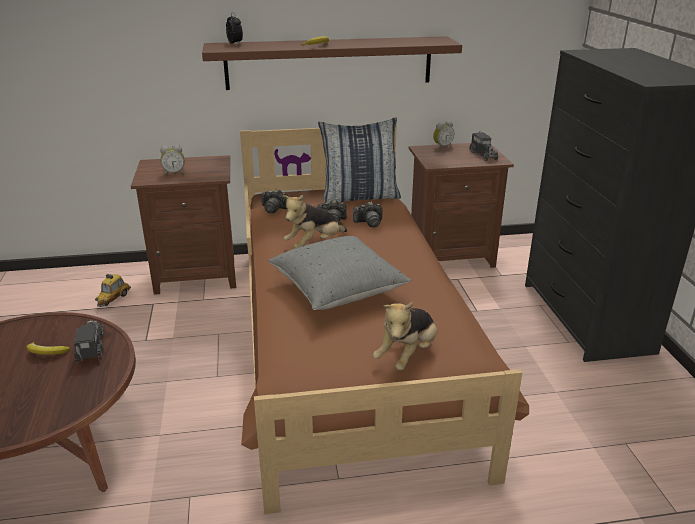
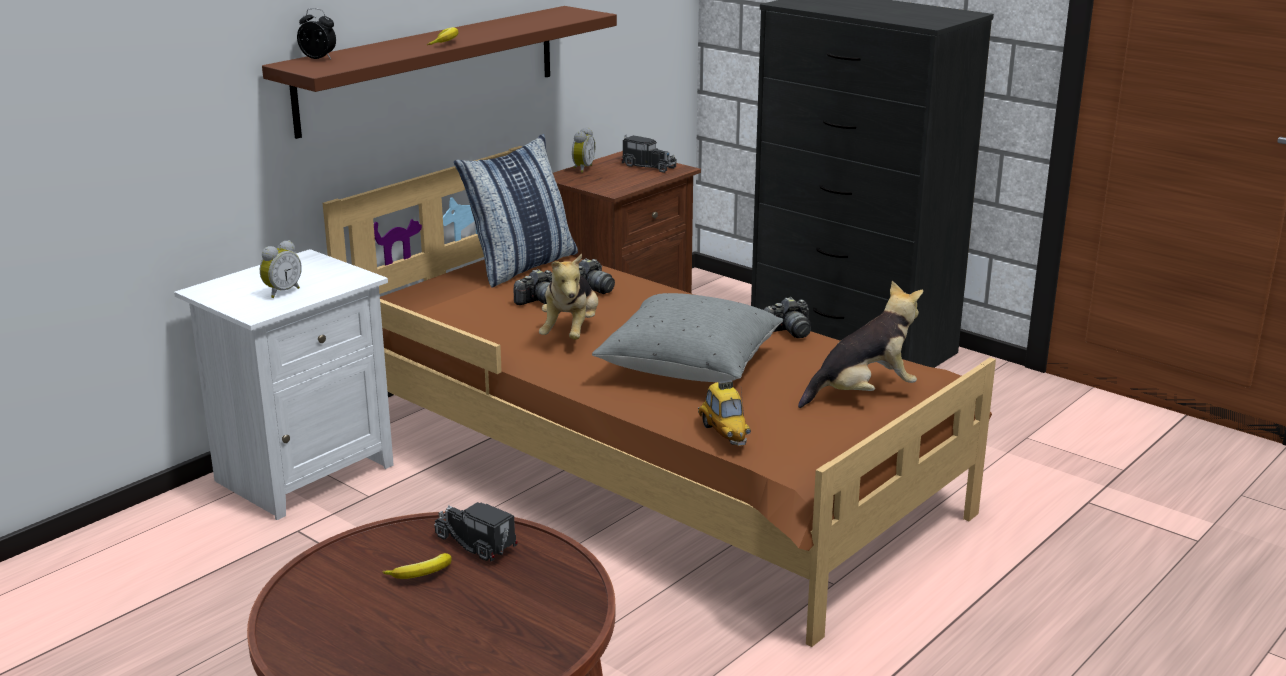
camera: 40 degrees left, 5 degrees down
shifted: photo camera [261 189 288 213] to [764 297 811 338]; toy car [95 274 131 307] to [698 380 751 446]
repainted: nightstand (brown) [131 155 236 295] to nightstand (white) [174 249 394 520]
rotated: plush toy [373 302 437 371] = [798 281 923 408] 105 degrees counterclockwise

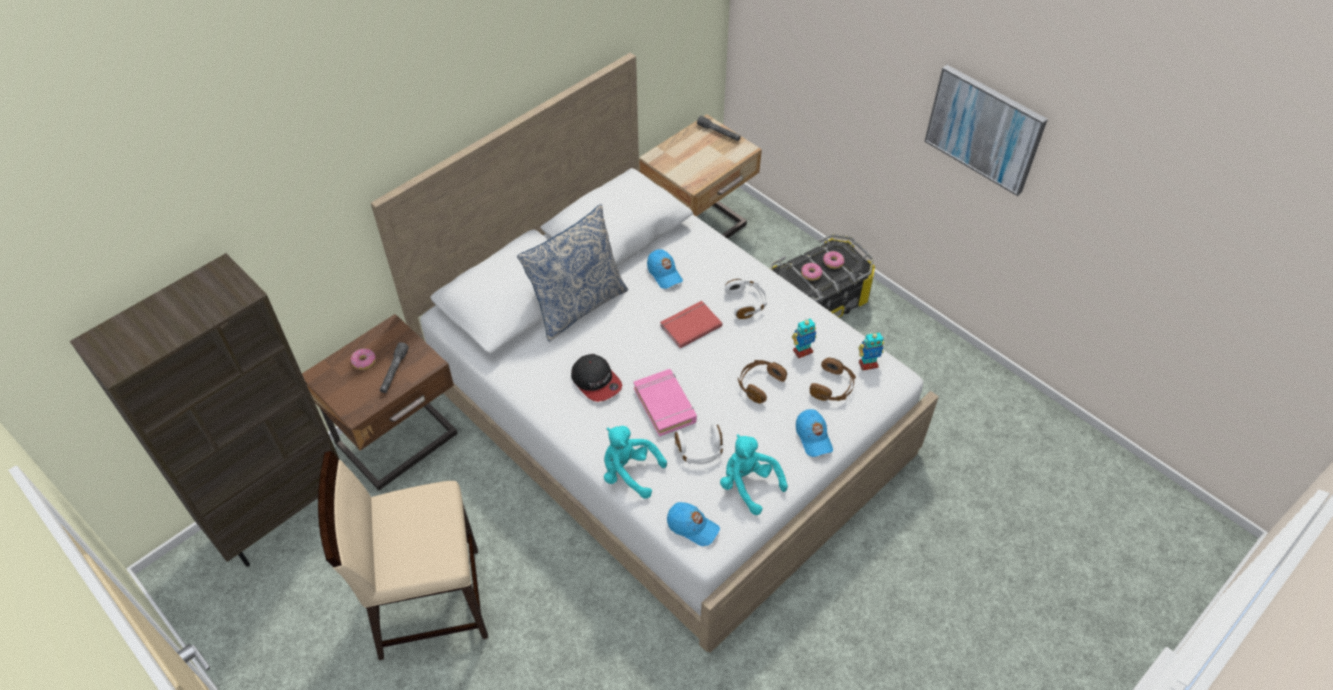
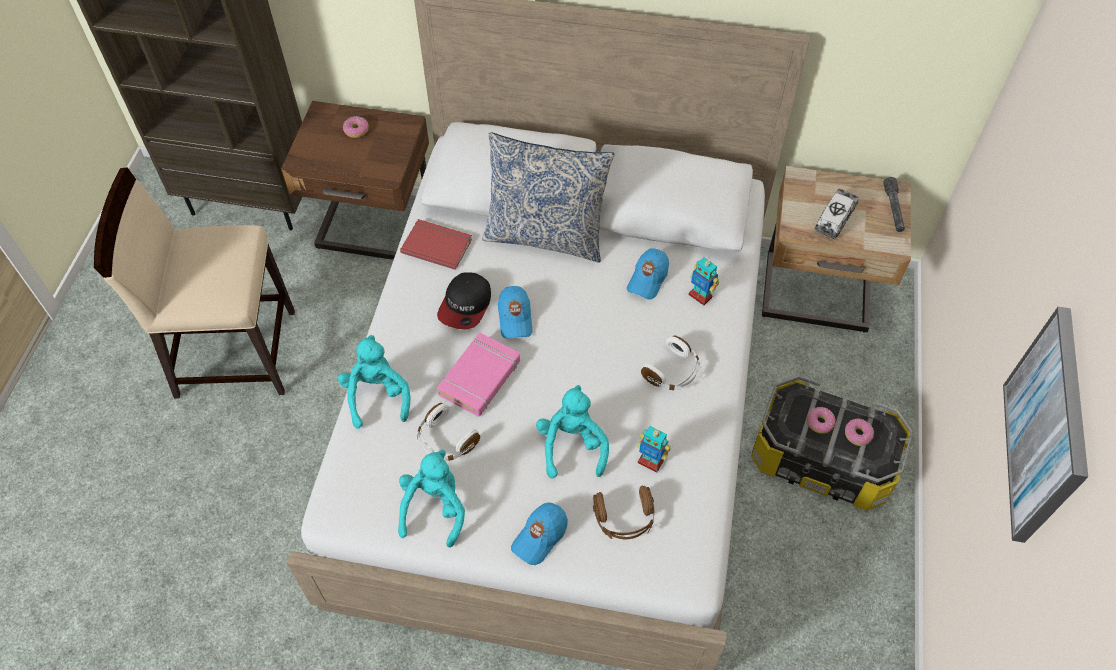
camera: 55 degrees right, 5 degrees up
gone: flashlight (grey) [380 342 409 393]
new: toy truck [814 189 859 239]
shifted: book (red) [660 301 723 348] to [400 219 472 270]; toy robot [858 331 884 371] to [689 257 719 305]; cap (blue) [667 502 720 546] to [498 286 532 339]
swapped: headphones (brown) [738 360 787 404] to plush toy (turquoise) [536 385 609 479]
rotated: chair (beige) [318 451 488 660] = [94 167 295 399] 45 degrees counterclockwise

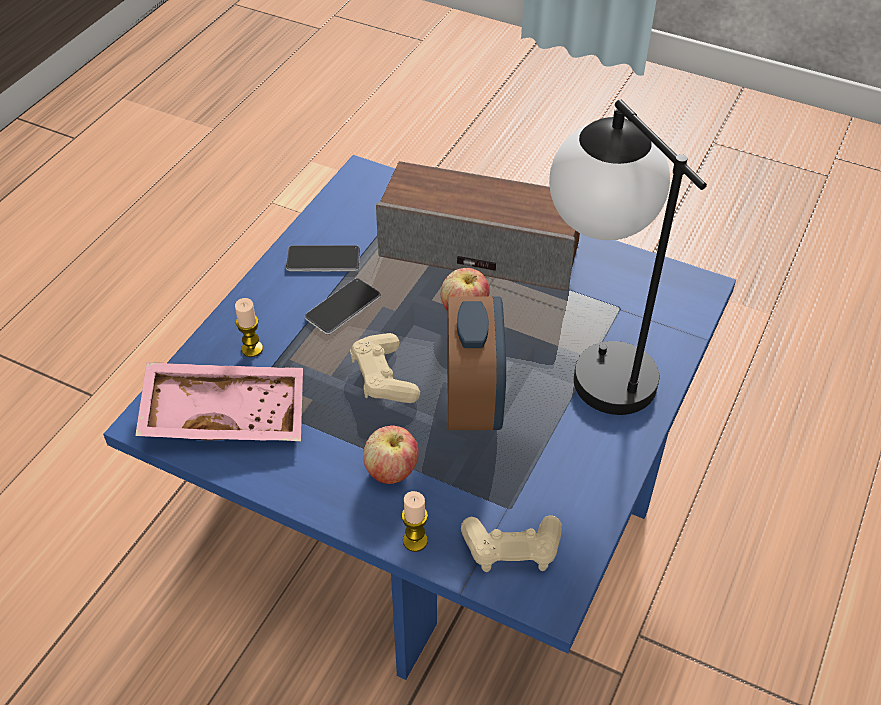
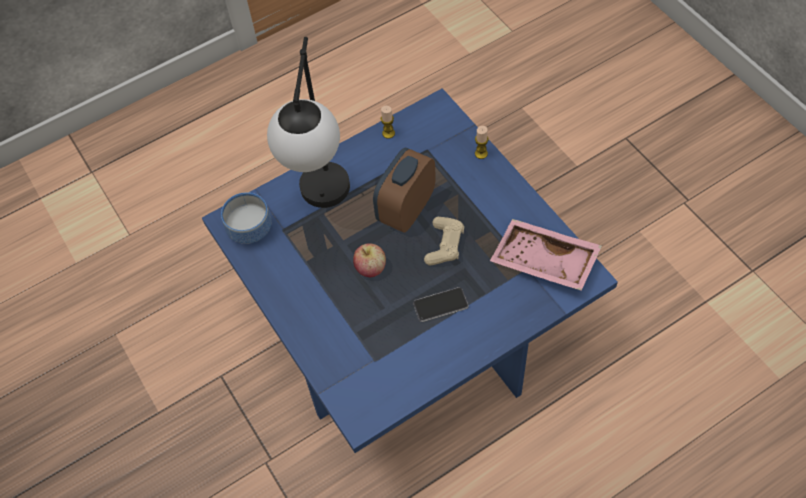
camera: 145 degrees left, 10 degrees up
gone: speaker [376 161 580 291]; phone [286 245 360 271]; apple [363 425 419 484]; game controller (beige) [461 515 562 572]
new: bowl [221 192 271 244]
shifted: candle [235 298 263 357] to [381 106 395 139]

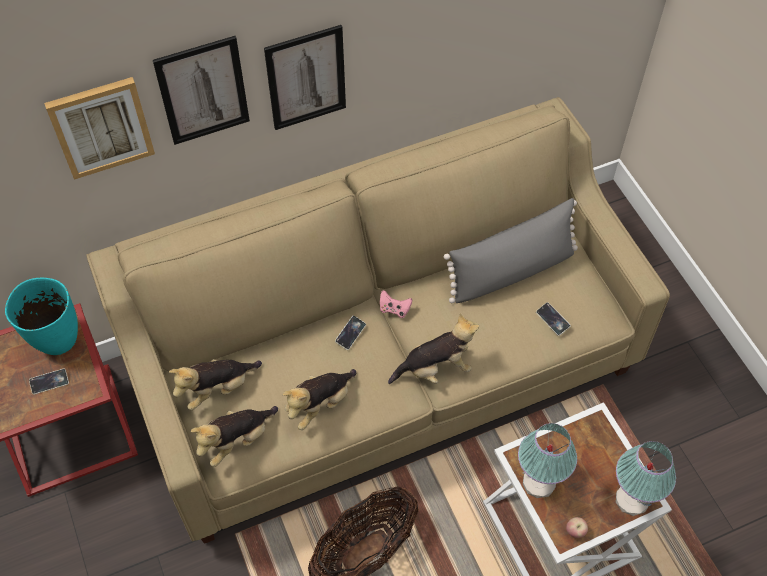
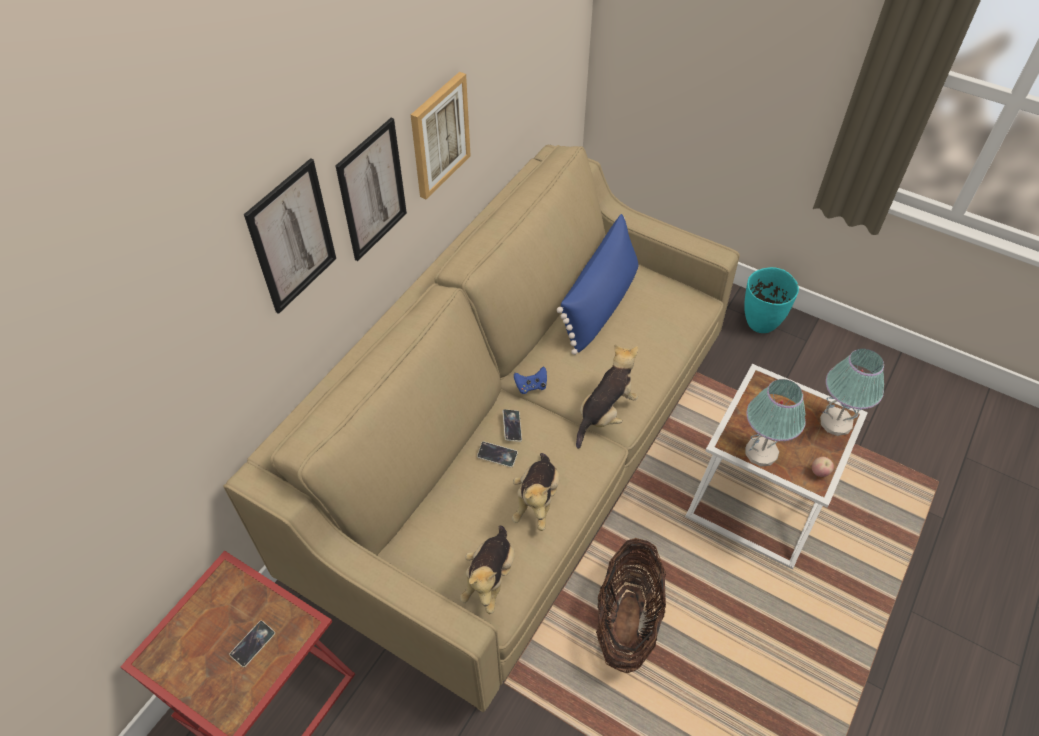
camera: 35 degrees left, 5 degrees down
gone: plush toy [169 359 262 410]
shifted: picture [44 77 155 180] to [411 72 471 199]; vase (turquoise) [5 278 78 355] to [744 267 799 333]; phone [536 302 571 336] to [477 441 518 467]
repainted: pillow (grey) [444 198 578 303] to pillow (blue) [557 214 638 355]; game controller (pink) [380 290 412 318] to game controller (blue) [514 367 547 394]

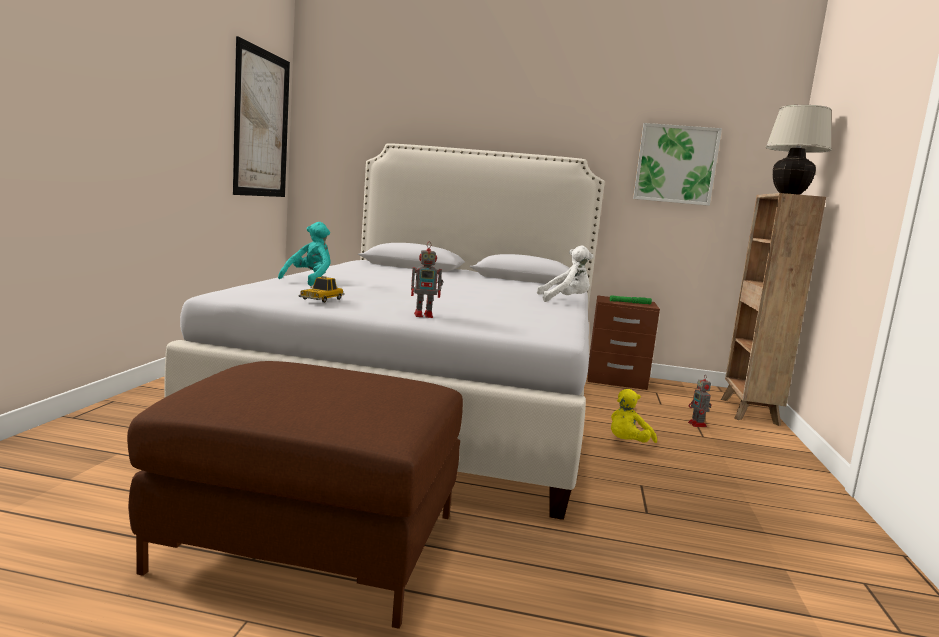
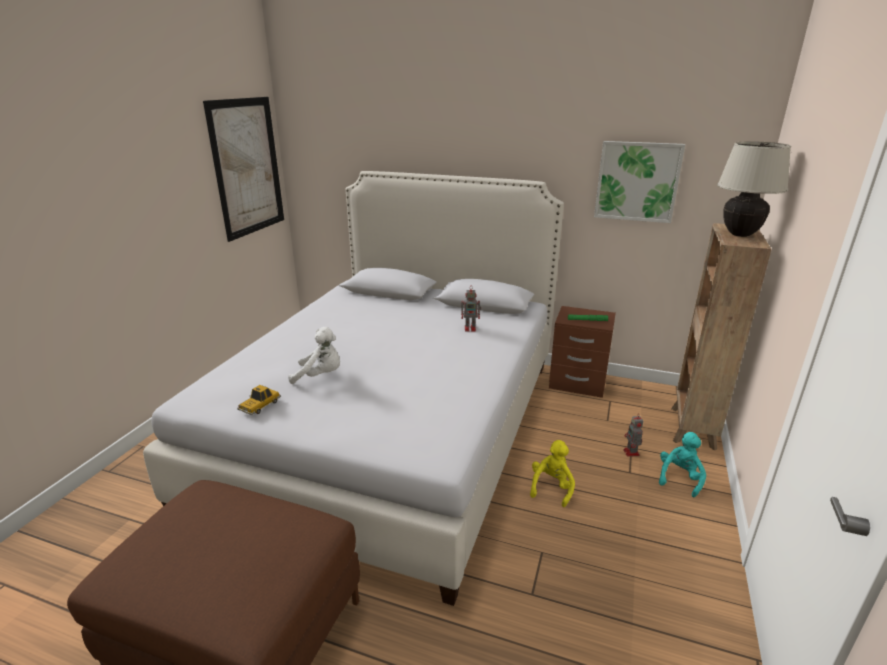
camera: 10 degrees right, 15 degrees up
shifted: plush toy (turquoise) [278 222 331 286] to [659 432 706 497]; toy robot [411 242 443 318] to [461 287 481 331]; plush toy (white) [537 246 594 302] to [288 327 340 384]
rotated: plush toy (yellow) [611 389 657 443] = [530 440 575 507] 150 degrees clockwise

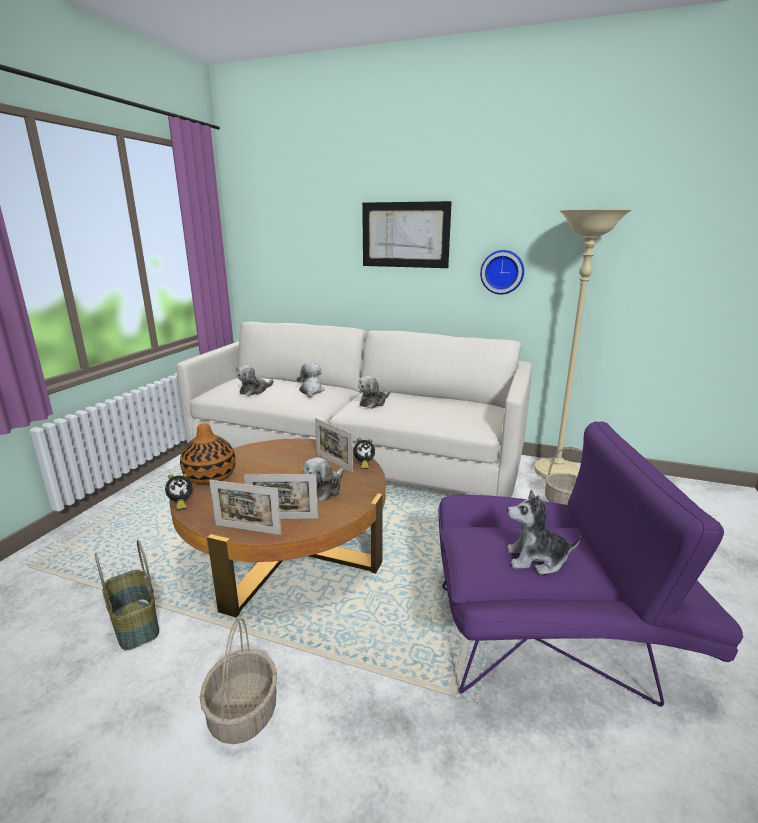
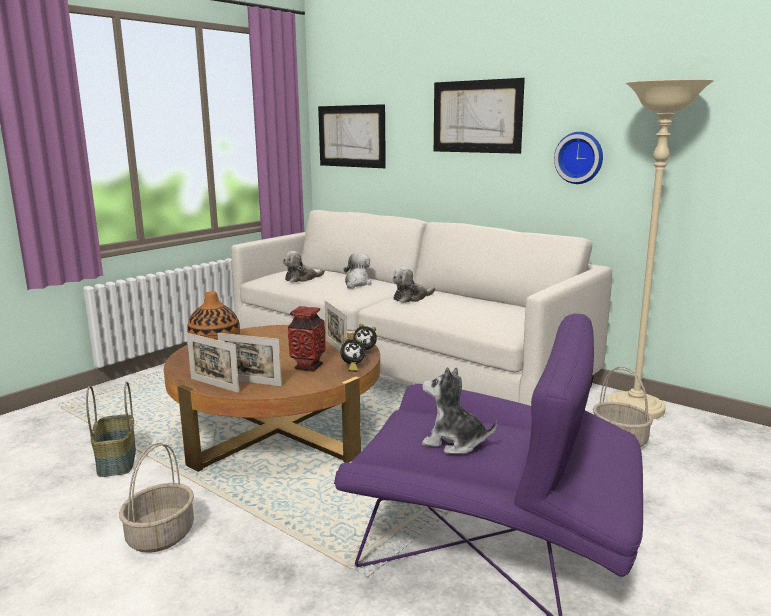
camera: 20 degrees right, 5 degrees down
new: picture [318 104 386 168]
shifted: alarm clock [165 474 192 510] to [340 337 365 372]
swapped: plush toy [304 457 344 502] to vase [288 306 326 372]

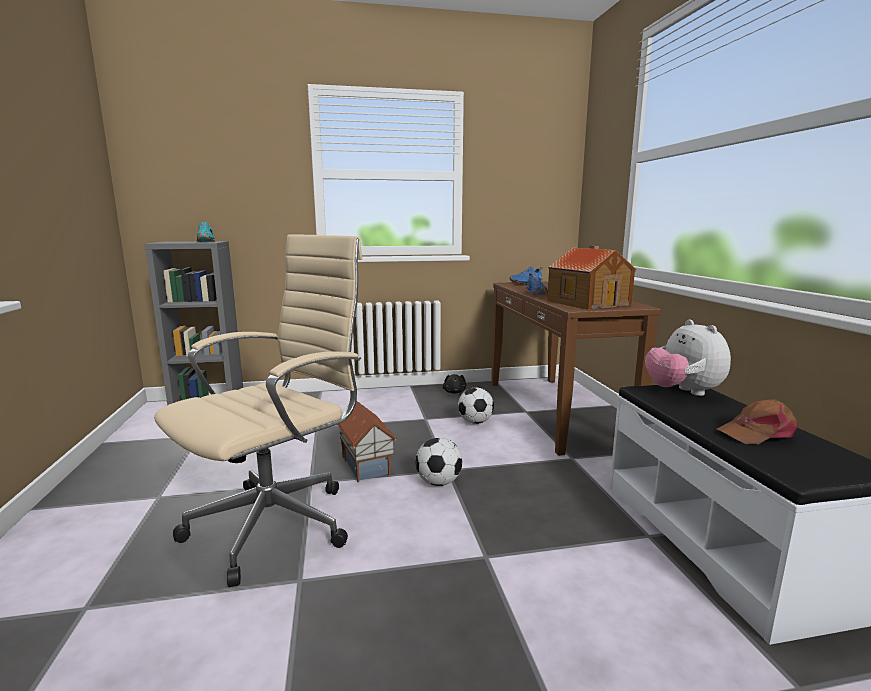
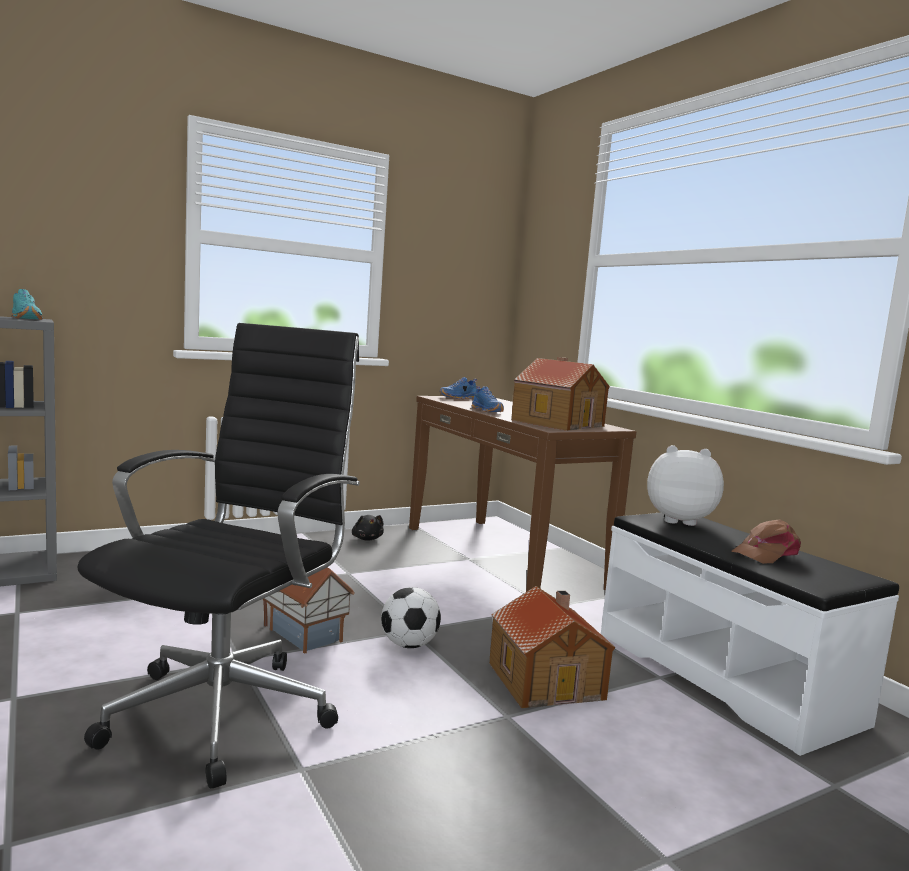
camera: 20 degrees left, 5 degrees down
gone: football [458 388 494 424]
new: toy house [489 586 616 708]
repainted: office chair (beige) [154 234 362 587] to office chair (black) [77 323 360 789]
rotated: plush toy [645 320 731 396] = [647 445 724 526] 135 degrees clockwise

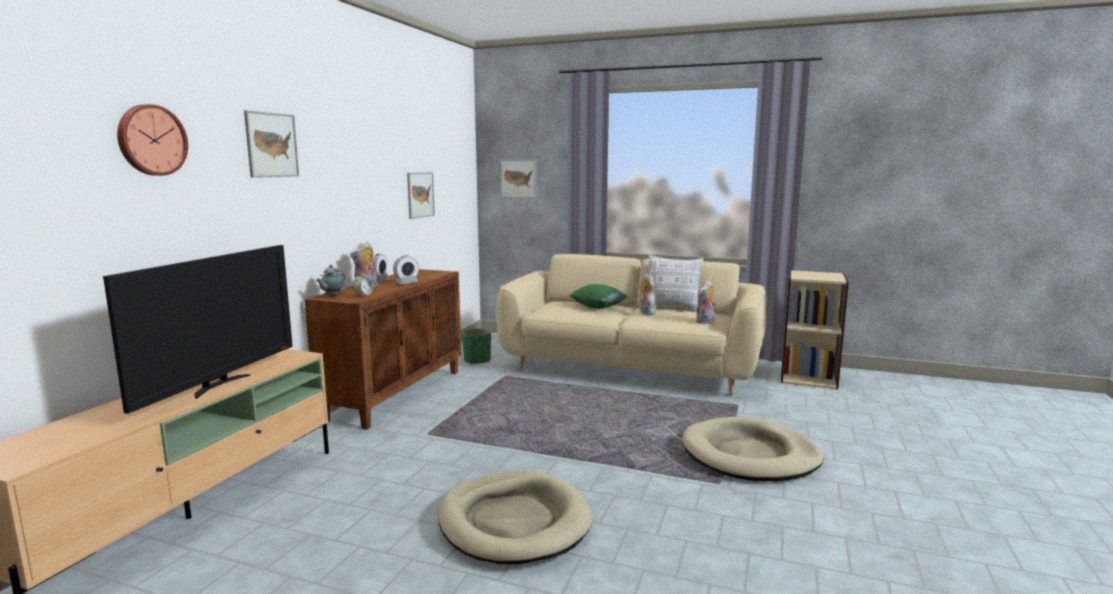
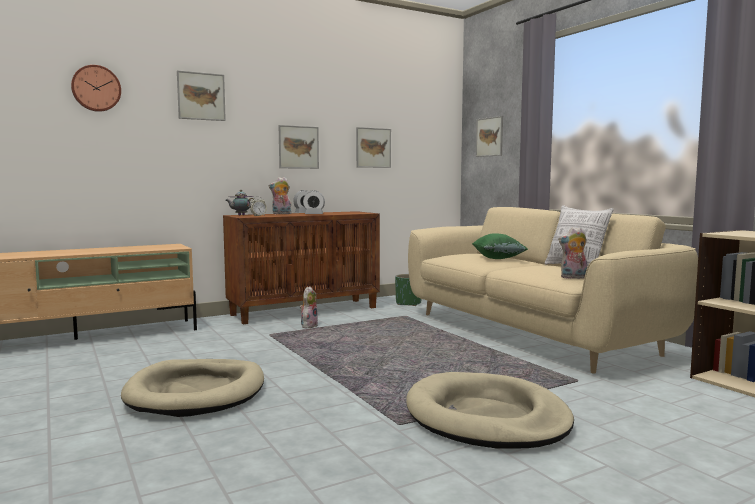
camera: 40 degrees right, 5 degrees down
gone: television [103 245 293 414]
new: picture [279 125 319 169]
shifted: plush toy [639 274 656 315] to [300 286 318 328]

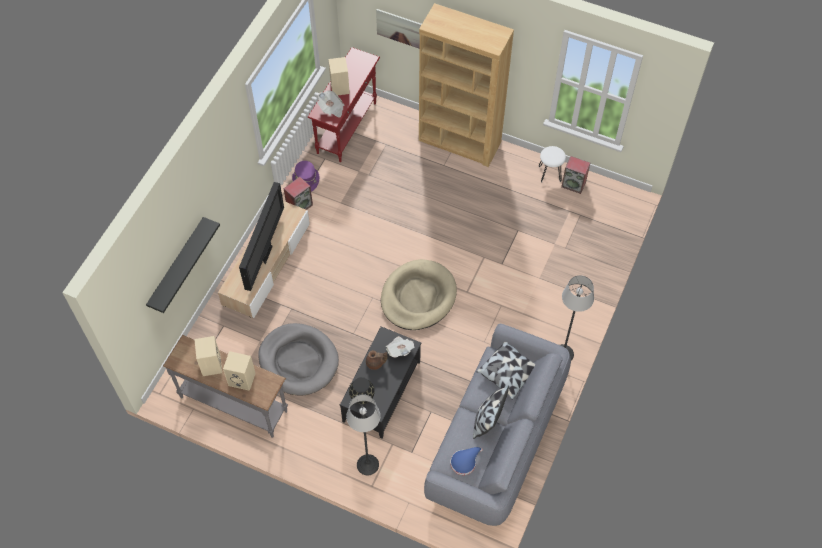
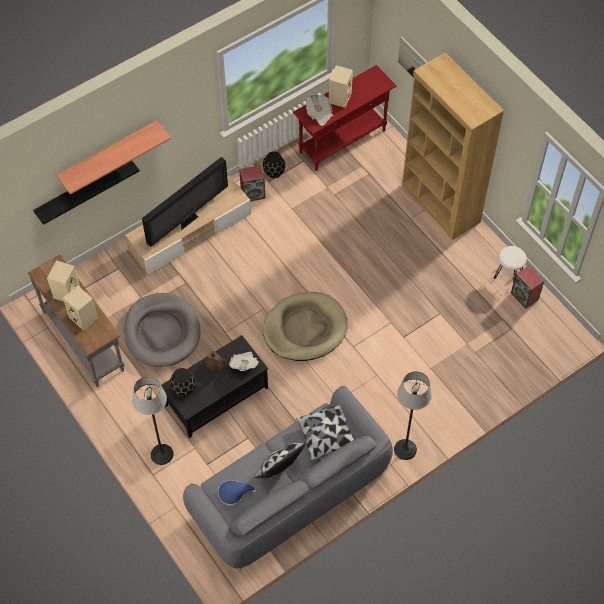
camera: 30 degrees right, 0 degrees up
new: shelf [56 120 171 195]
swapped: hat (purple) [292 161 319 192] to vase (black) [263 151 285 178]

